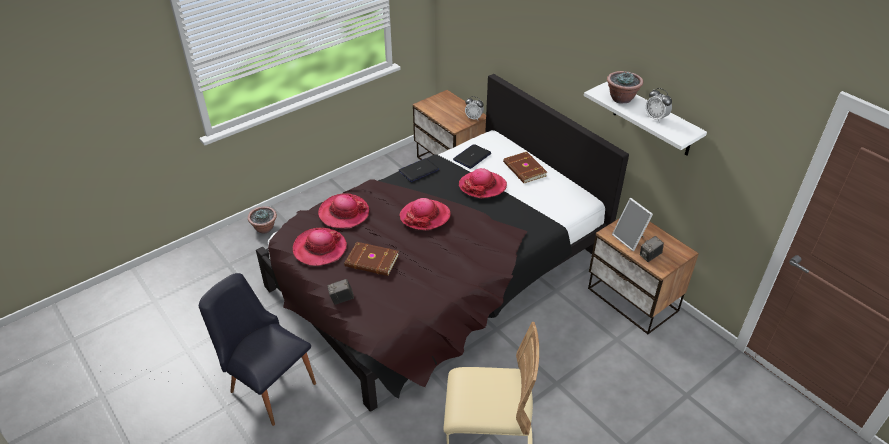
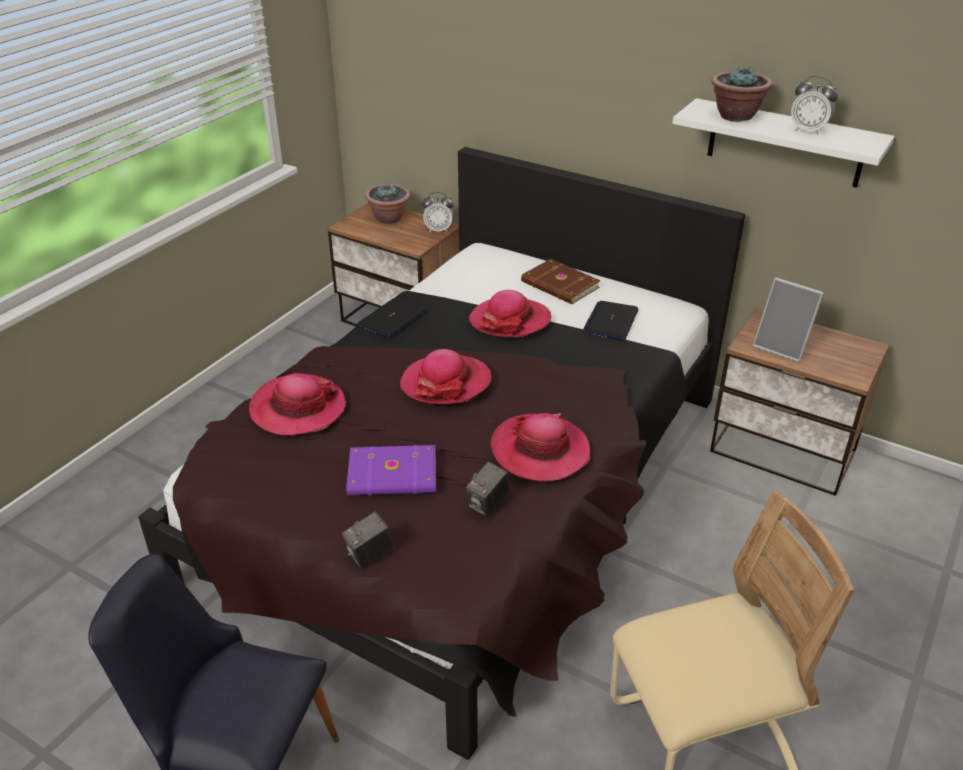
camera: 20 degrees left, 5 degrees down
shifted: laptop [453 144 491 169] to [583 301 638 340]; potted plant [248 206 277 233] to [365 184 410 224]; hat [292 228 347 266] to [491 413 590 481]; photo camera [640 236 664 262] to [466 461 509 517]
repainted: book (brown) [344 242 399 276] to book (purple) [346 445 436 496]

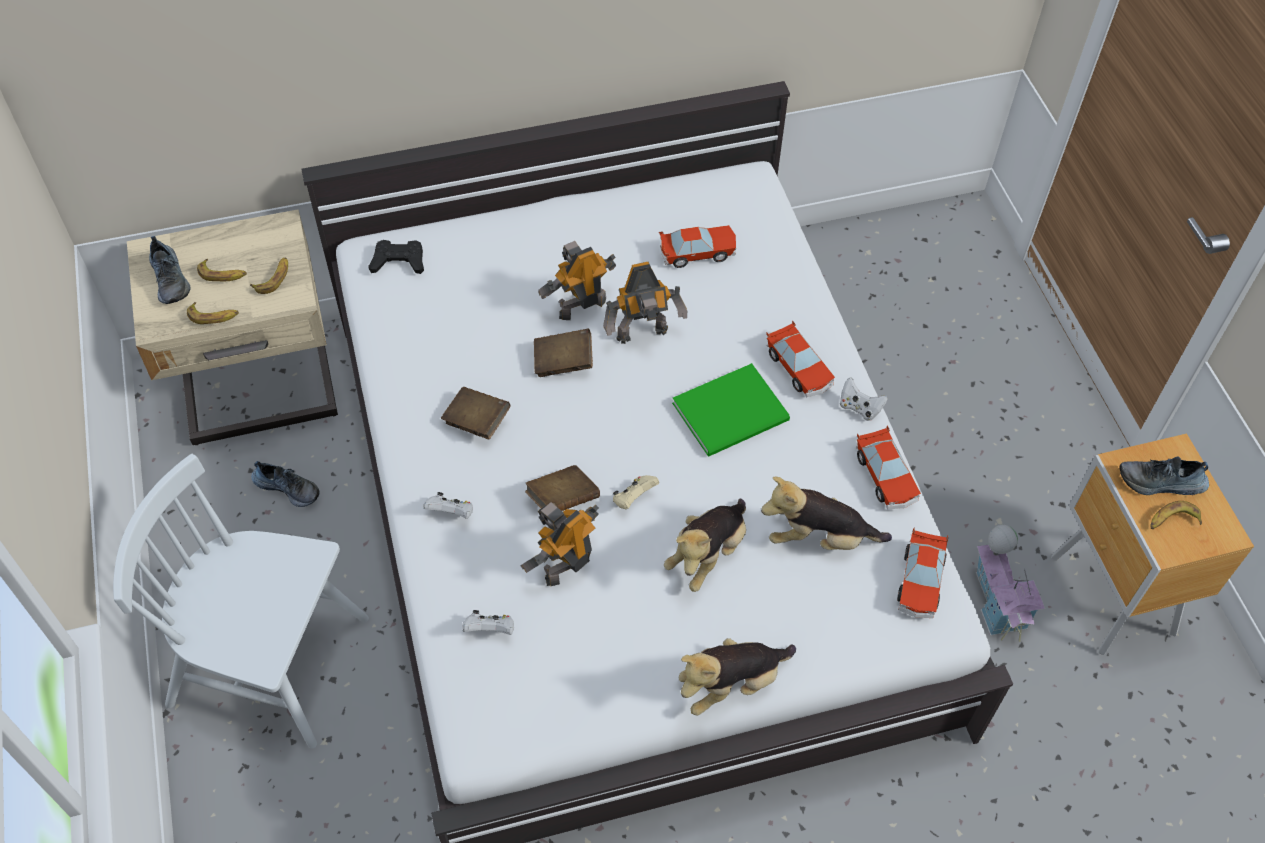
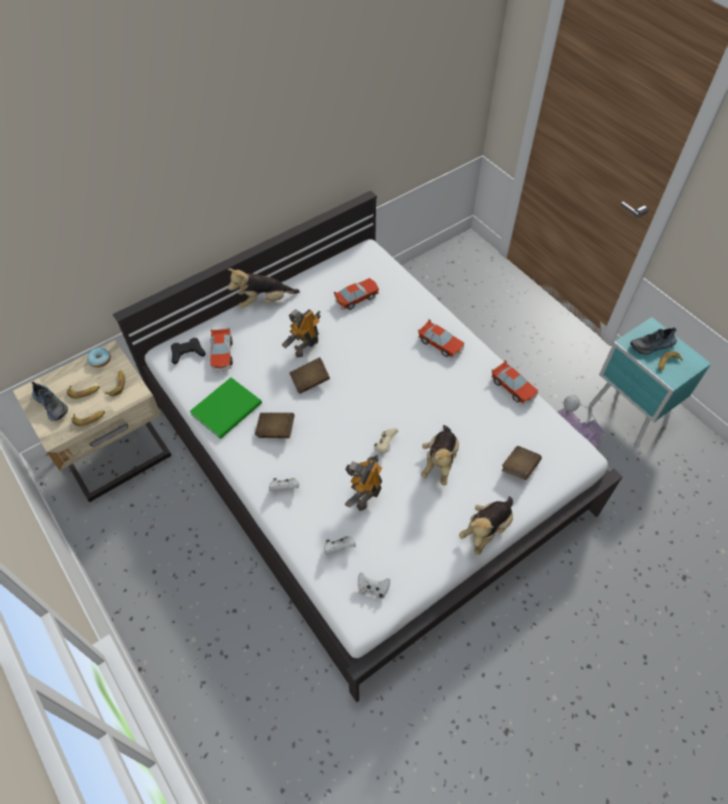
camera: 20 degrees left, 0 degrees up
gone: toy robot [603 262 687 344]; chair (white) [113 454 369 749]; shoe [251 461 320 507]
new: donut [87 348 111 368]
shifted: book (green) [672 363 790 456] to [190 377 262 439]; game controller (white) [840 377 887 421] to [358 572 390 599]; book (brown) [525 465 600 511] to [502 446 542 480]; plush toy [761 476 892 550] to [228 268 300 308]; toy car [897 527 948 618] to [210 328 233 371]
repainted: nightstand (brown) [1051 434 1254 655] to nightstand (turquoise) [590 317 711 447]

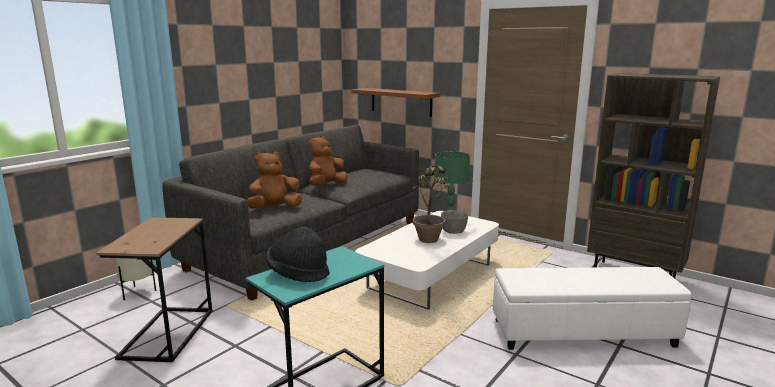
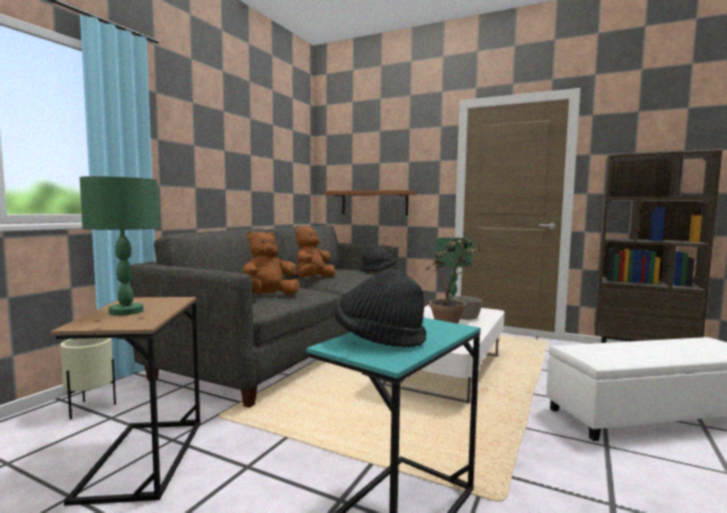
camera: 10 degrees left, 10 degrees down
new: table lamp (green) [79 176 159 316]; hat (black) [362 244 395 272]

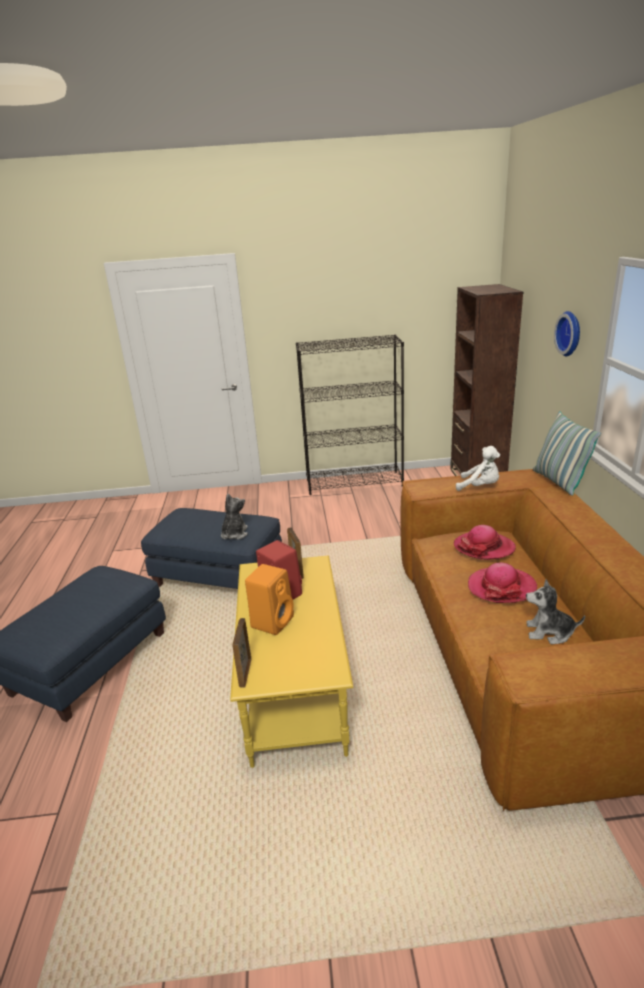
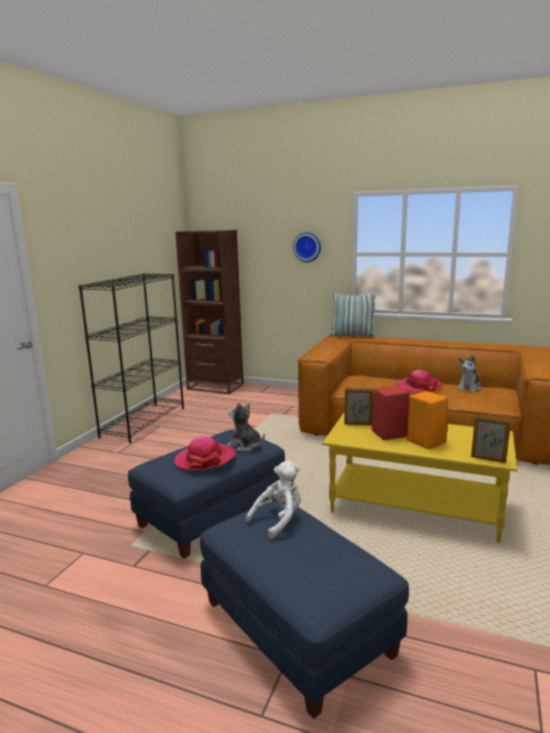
camera: 65 degrees left, 10 degrees down
shifted: plush toy (white) [456 446 500 491] to [246 461 301 539]; hat [454 525 516 560] to [174 436 236 471]

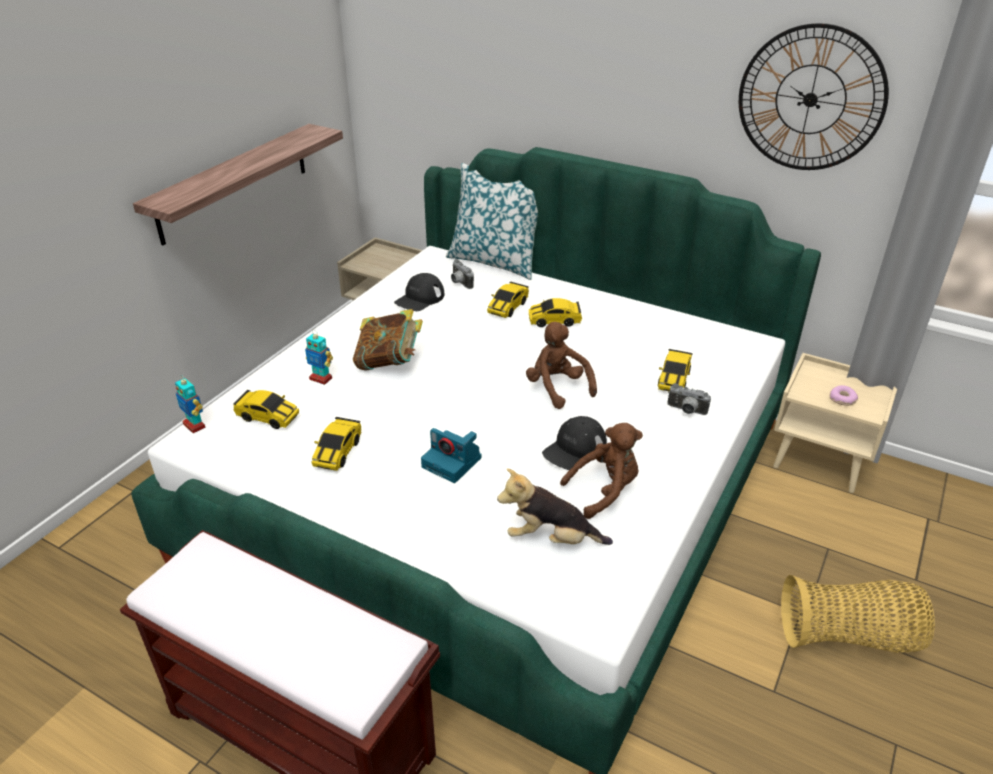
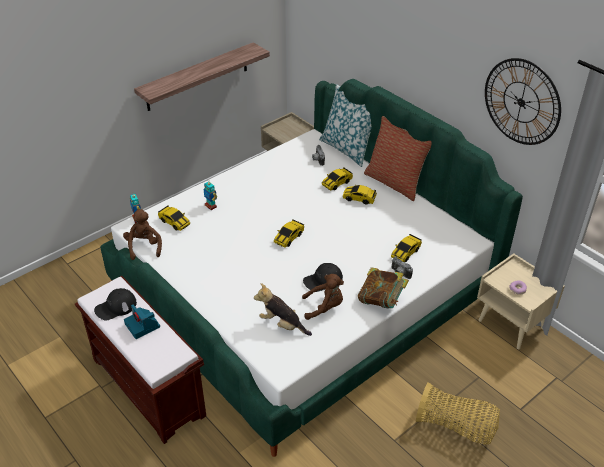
camera: 20 degrees right, 5 degrees up
new: pillow [364 116 431 201]
shifted: cap (black) [394 273 444 311] to [94 288 137 320]; book [353 309 423 371] to [358 267 409 308]; plush toy (brown) [526 322 597 409] to [123 209 162 260]; toy car [311 417 362 471] to [274 219 304 248]; photo camera [421 428 481 483] to [124 304 160 339]

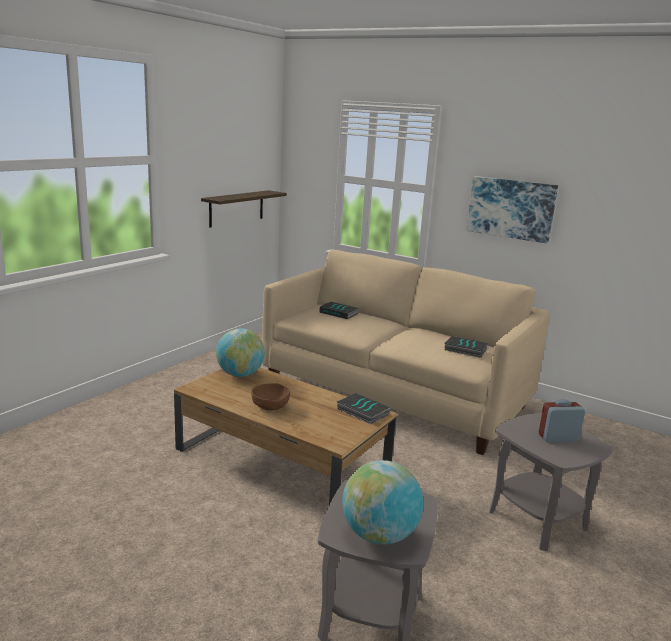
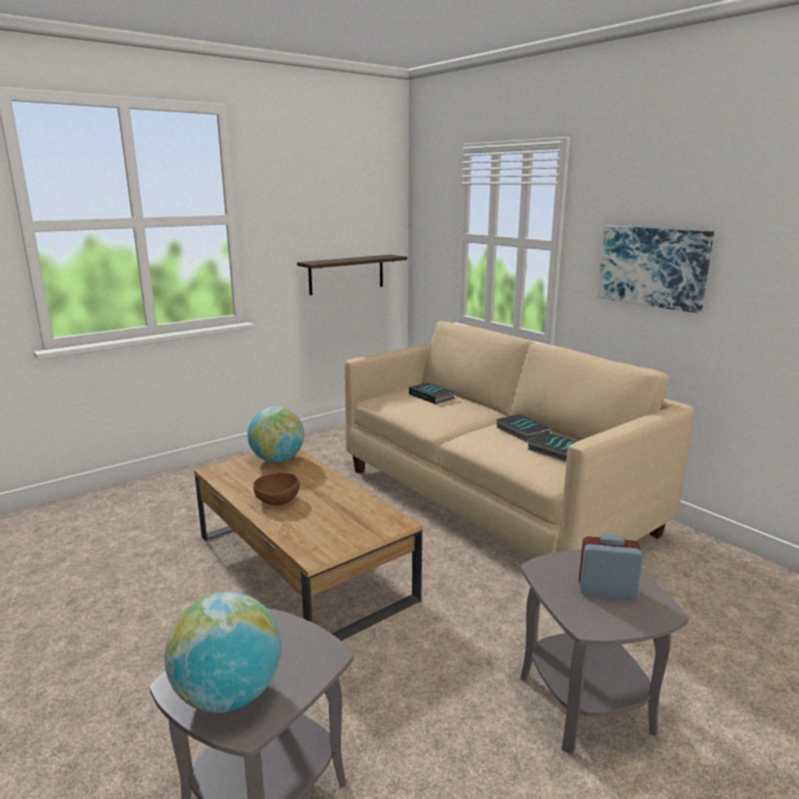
camera: 20 degrees right, 0 degrees up
shifted: book [337 393 390 424] to [496 414 551 442]

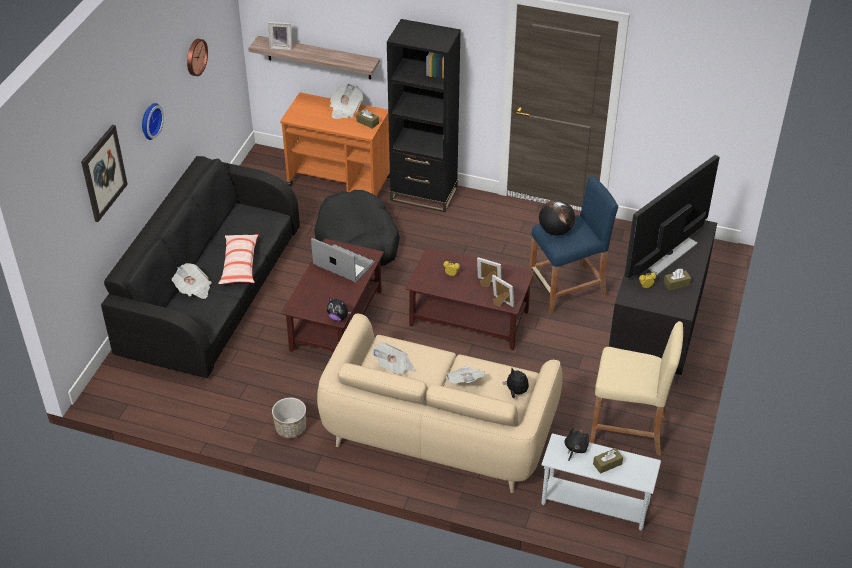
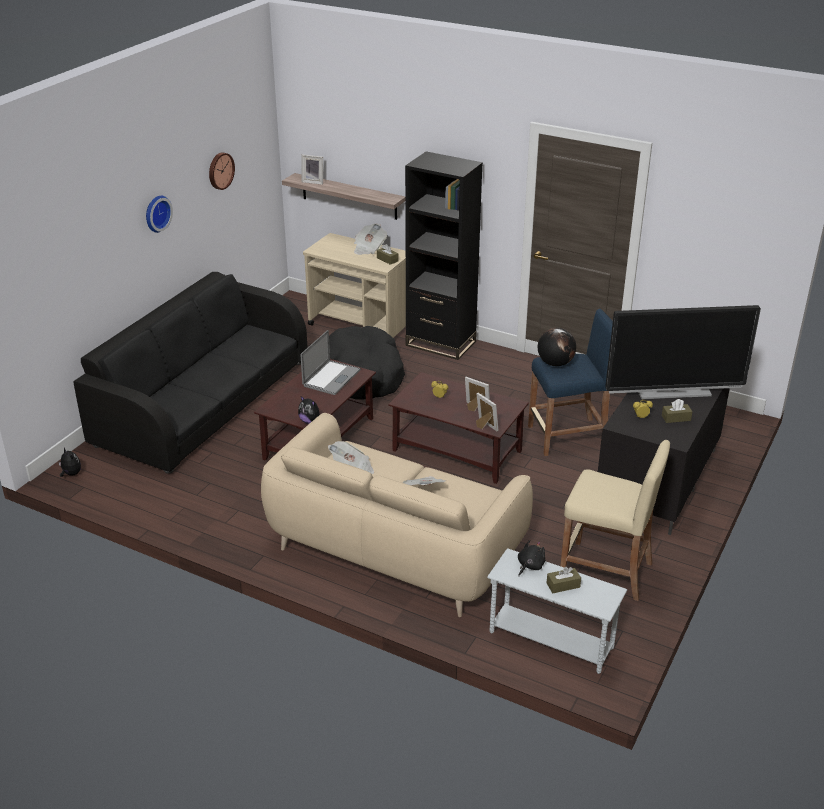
camera: 10 degrees right, 10 degrees down
gone: picture [81 124 128 222]; pillow [218 234 259 284]; newspaper [172 263 212 299]; planter [272 398 306 438]
shifted: plush toy [503 368 529 398] to [58 447 81 477]
repainted: cart (orange) [280 93 390 196] to cart (beige) [303 233 406 338]
rotated: television [625 155 720 278] = [605 305 761 399] 150 degrees counterclockwise; laptop [311 238 375 282] = [301 330 361 395] 75 degrees clockwise

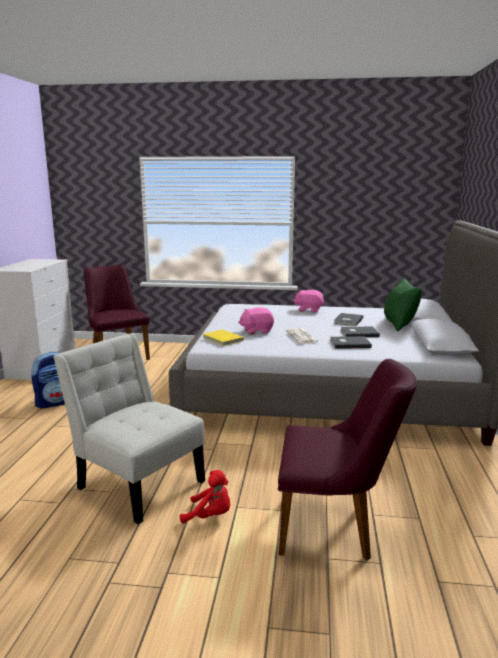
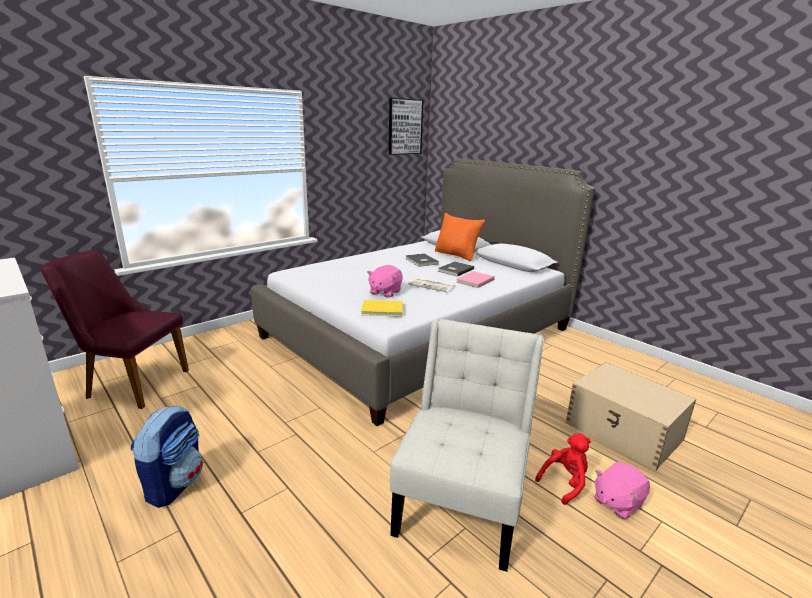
camera: 50 degrees left, 5 degrees up
new: picture [389 98 424 155]
shifted: plush toy (pink) [293 290 324 313] to [594 462 650 520]
swapped: chair (purple) [278 359 417 560] to storage box (beige) [566 362 696 471]
repainted: pillow (green) [384 278 421 331] to pillow (orange) [435 213 485 261]; book (grey) [330 336 372 349] to book (pink) [456 271 495 288]
rotated: chair (white) [53 333 205 524] = [390 318 544 572] 120 degrees clockwise

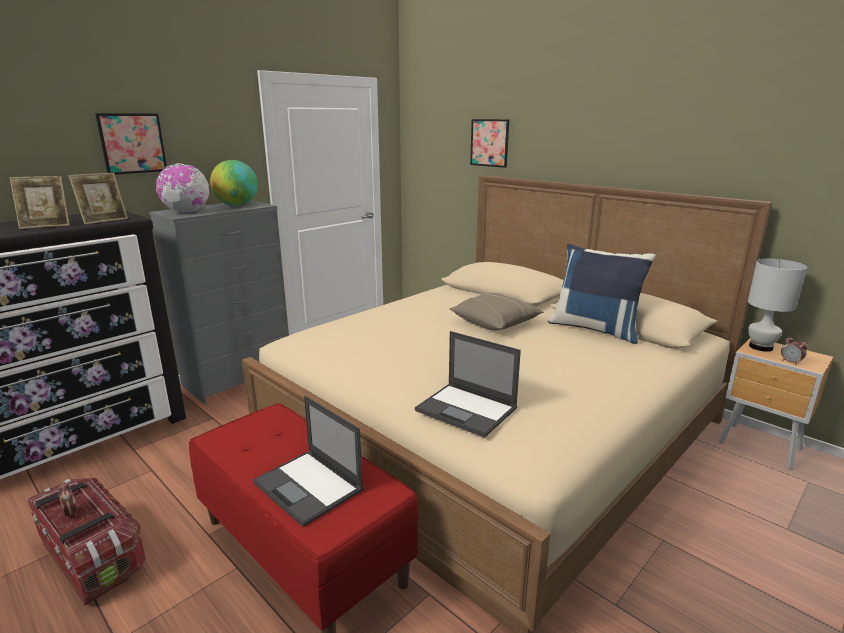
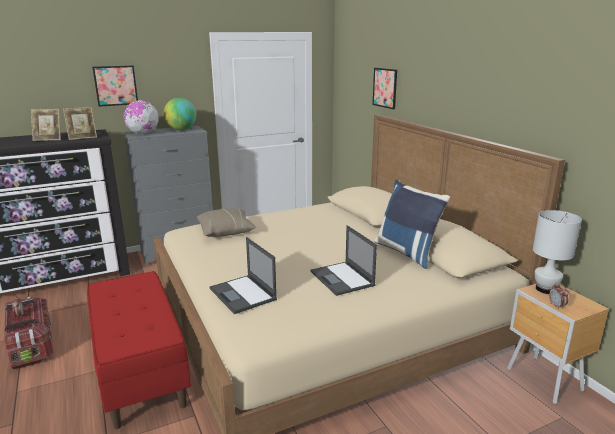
camera: 20 degrees right, 0 degrees up
shifted: pillow (beige) [450 293 544 330] to [197 208 256 237]; laptop [253 396 363 527] to [311 225 377 296]

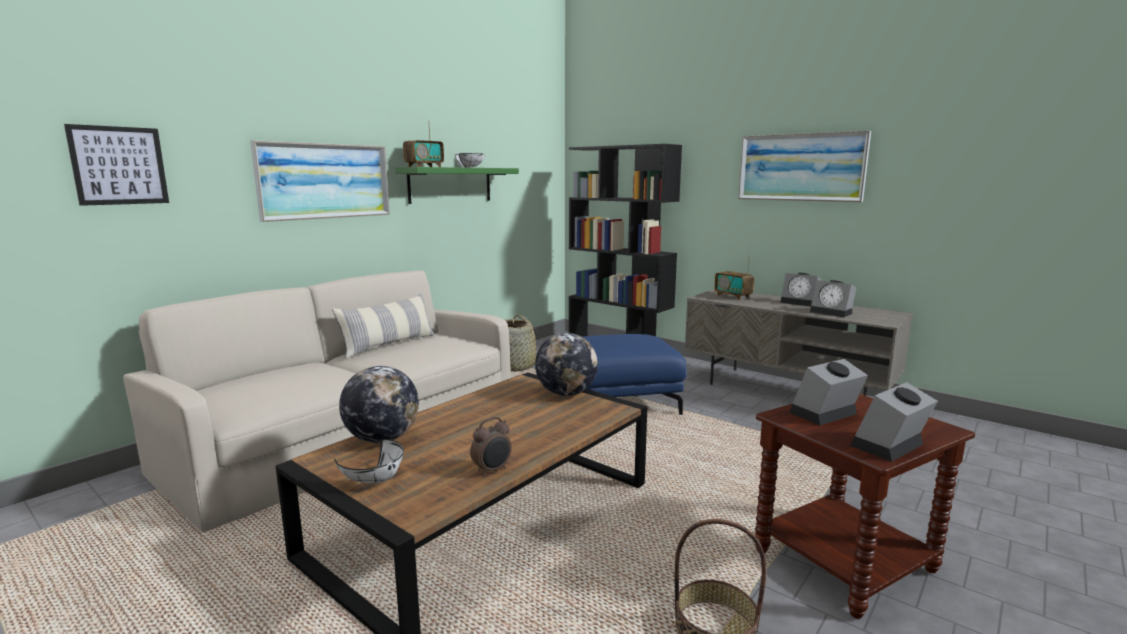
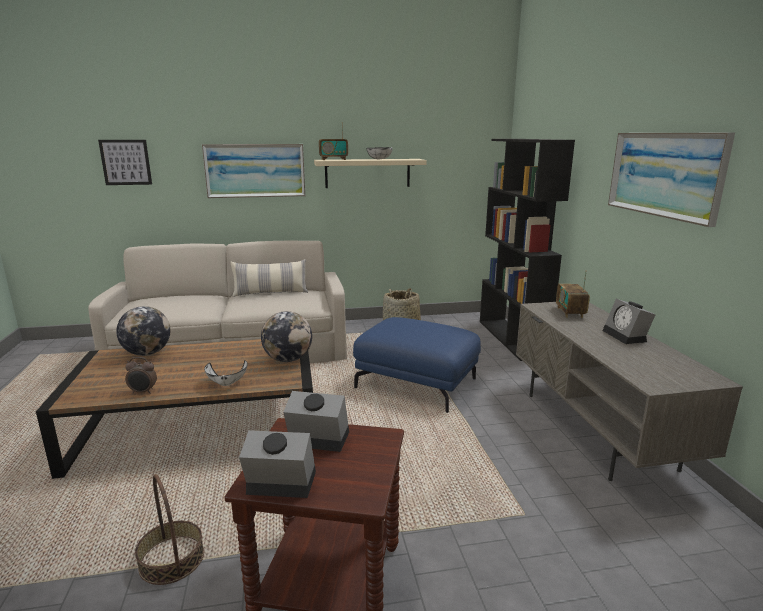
camera: 40 degrees right, 5 degrees up
gone: alarm clock [810 280 856 317]
shifted: bowl (white) [334 439 404 483] to [204 360 247 386]
repainted: shelf (green) [395 167 519 204] to shelf (beige) [314 159 427 188]

